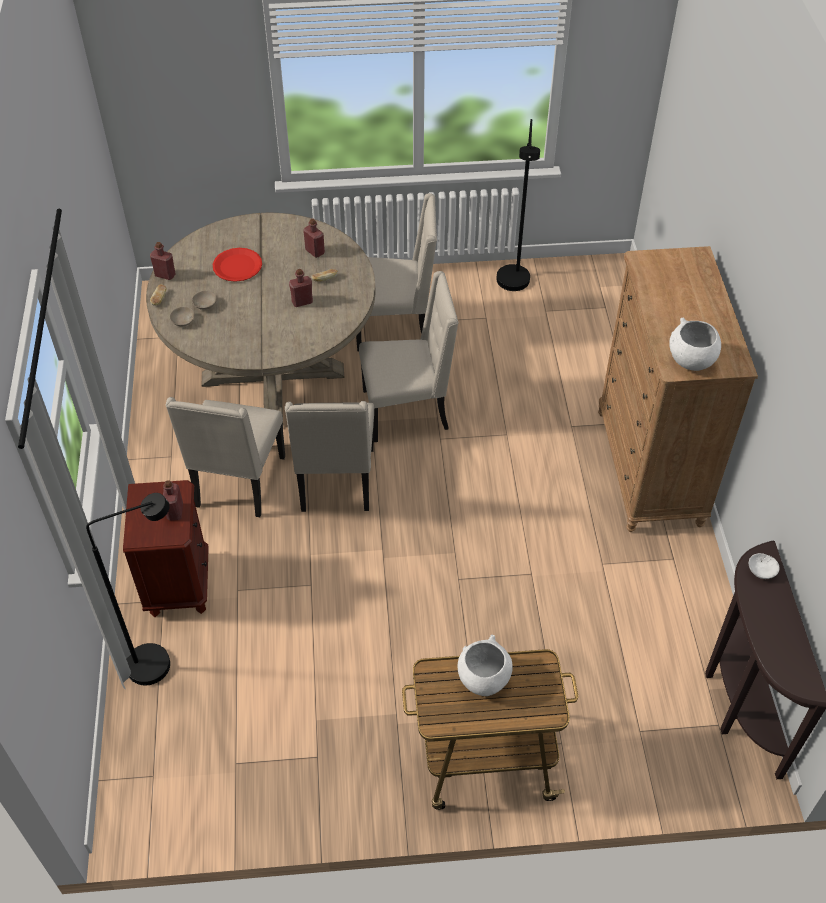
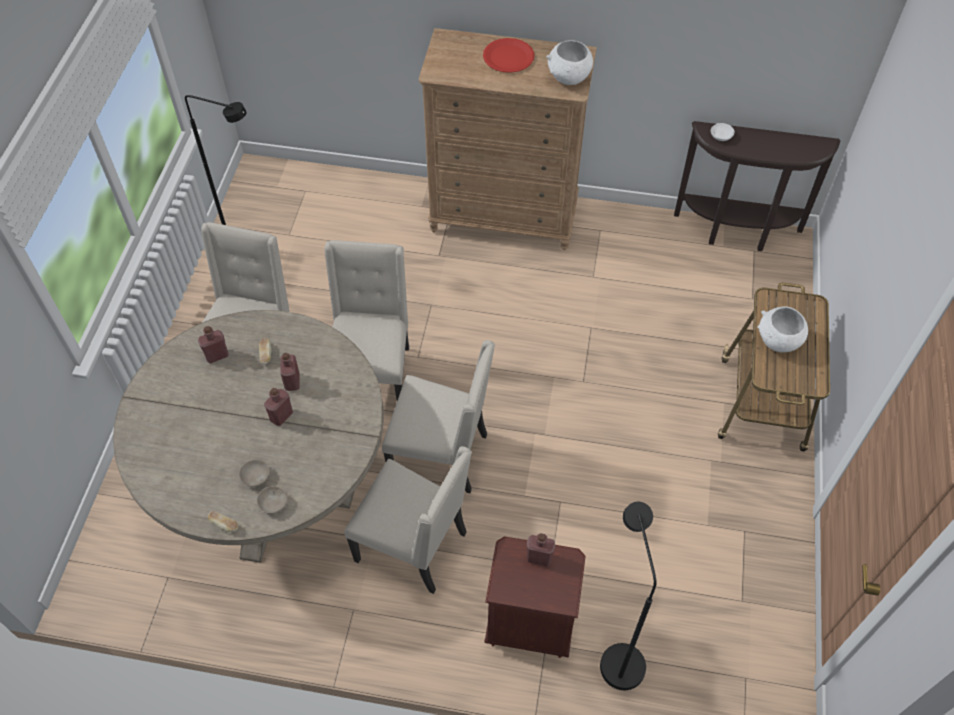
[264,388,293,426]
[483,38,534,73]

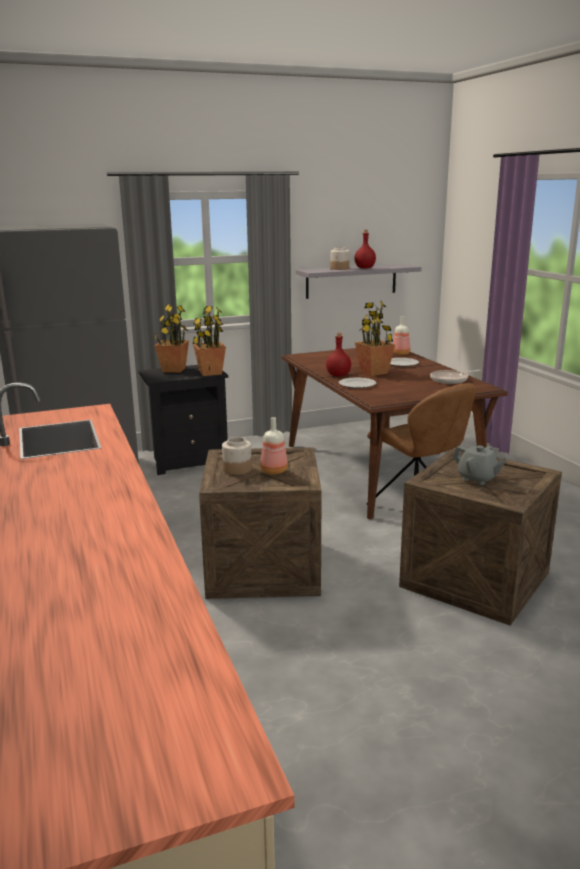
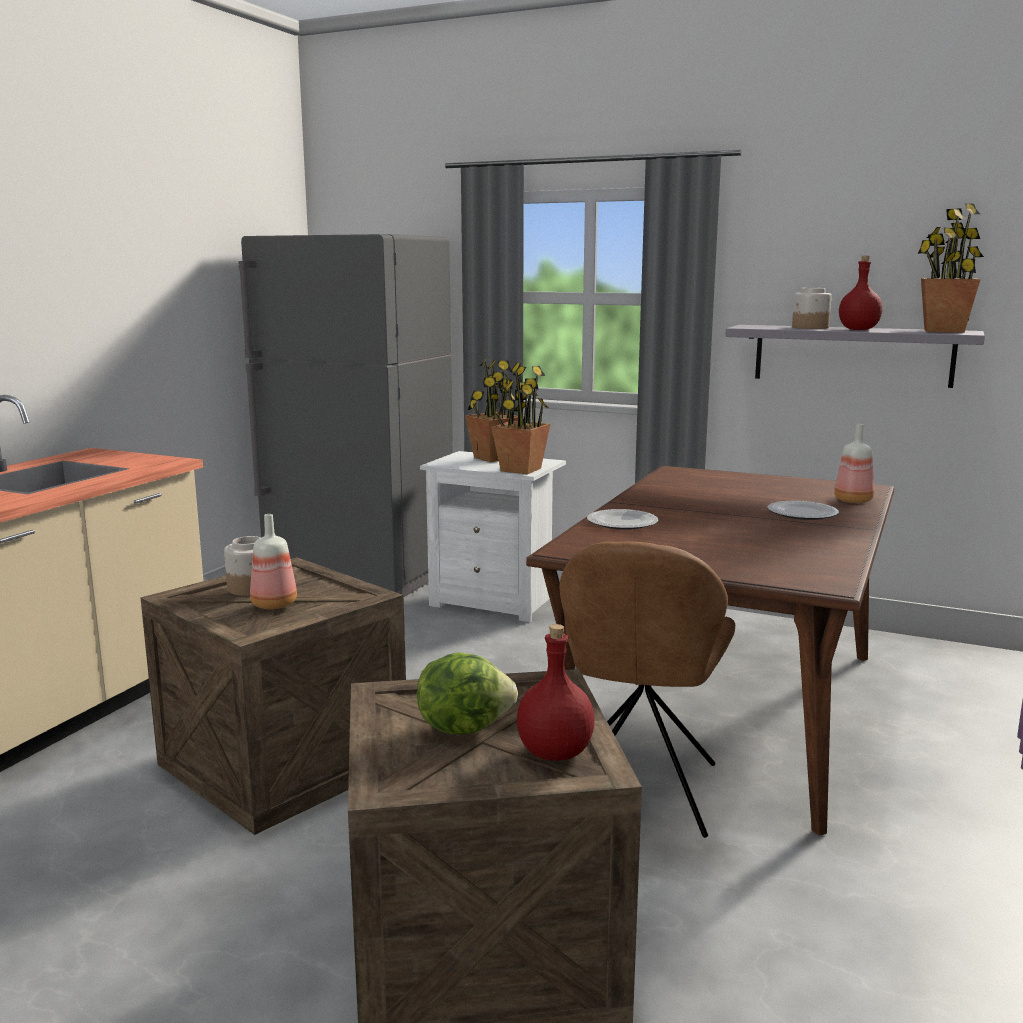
[430,370,481,384] (first image)
[517,624,594,761]
[918,203,984,333]
[417,652,518,734]
[420,451,566,622]

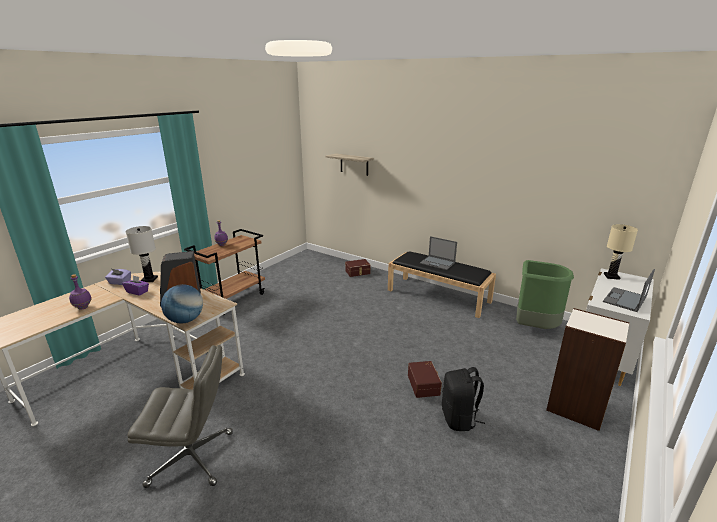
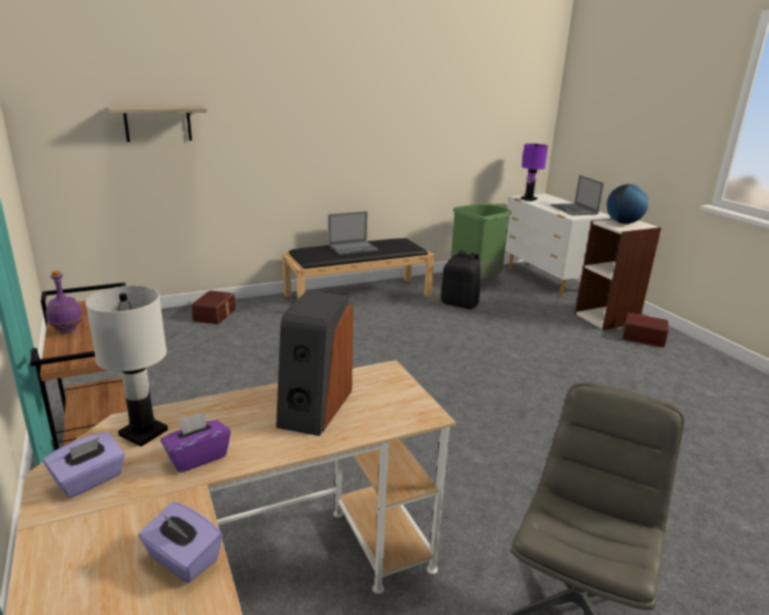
[606,184,649,224]
[622,313,669,347]
[441,251,481,309]
[138,502,222,583]
[521,144,548,201]

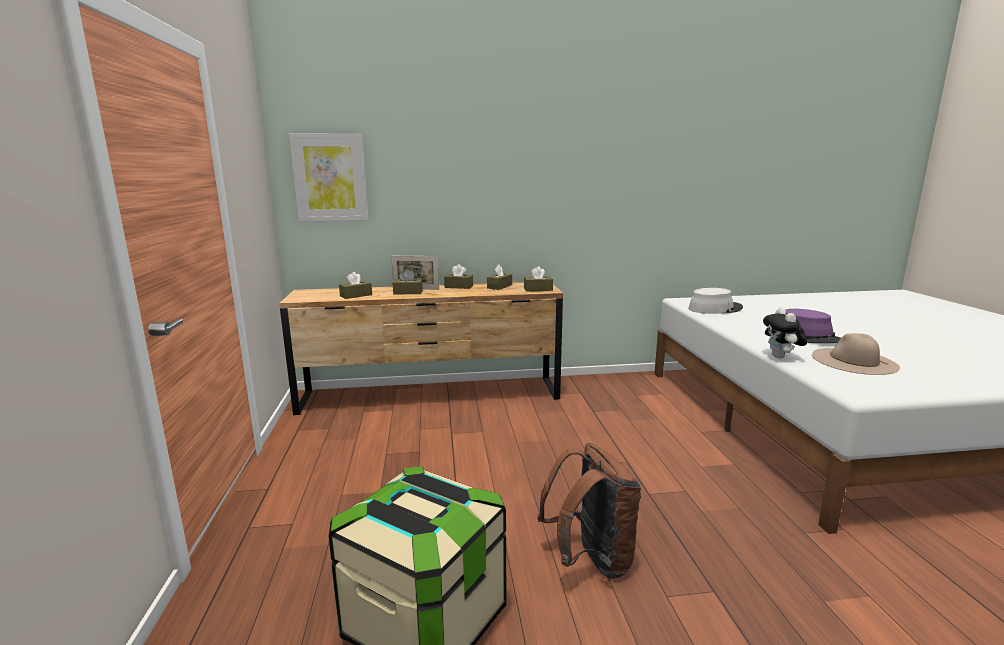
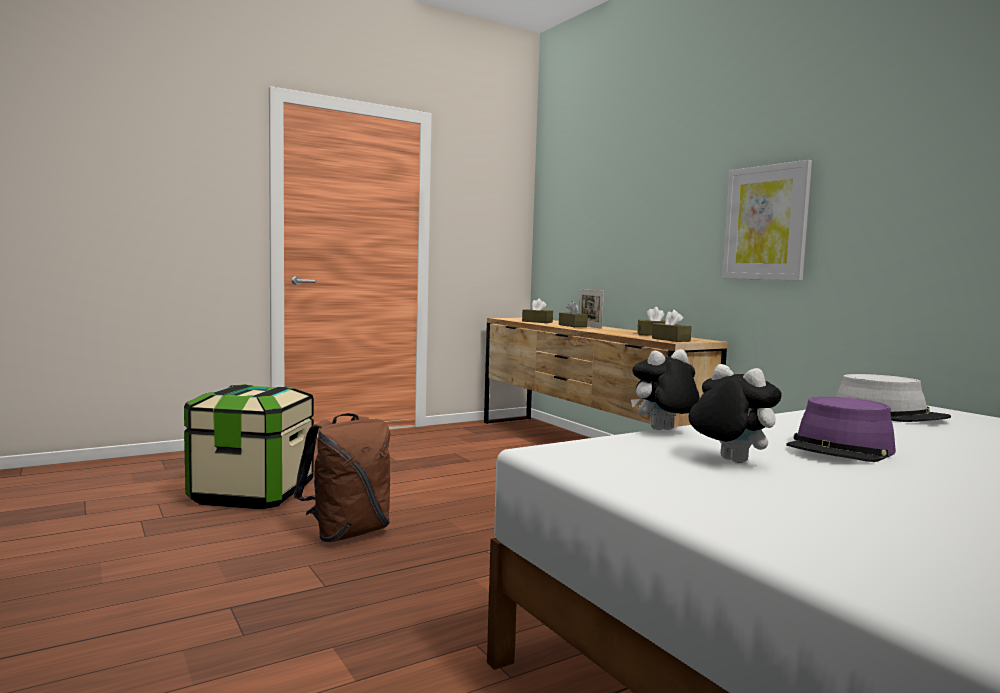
[444,264,473,289] (first image)
[722,160,812,281]
[688,364,782,463]

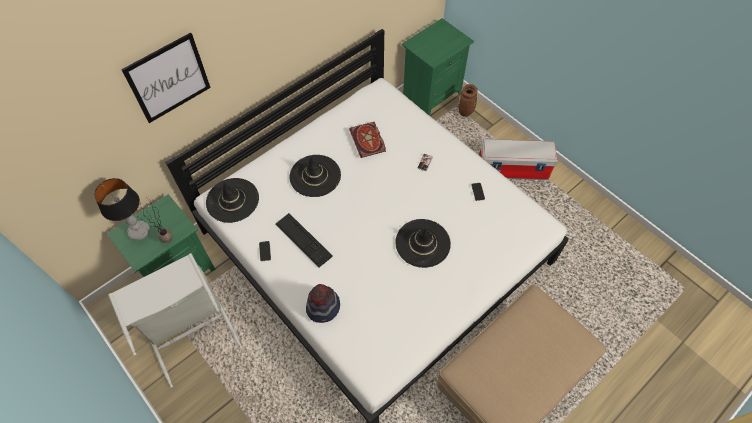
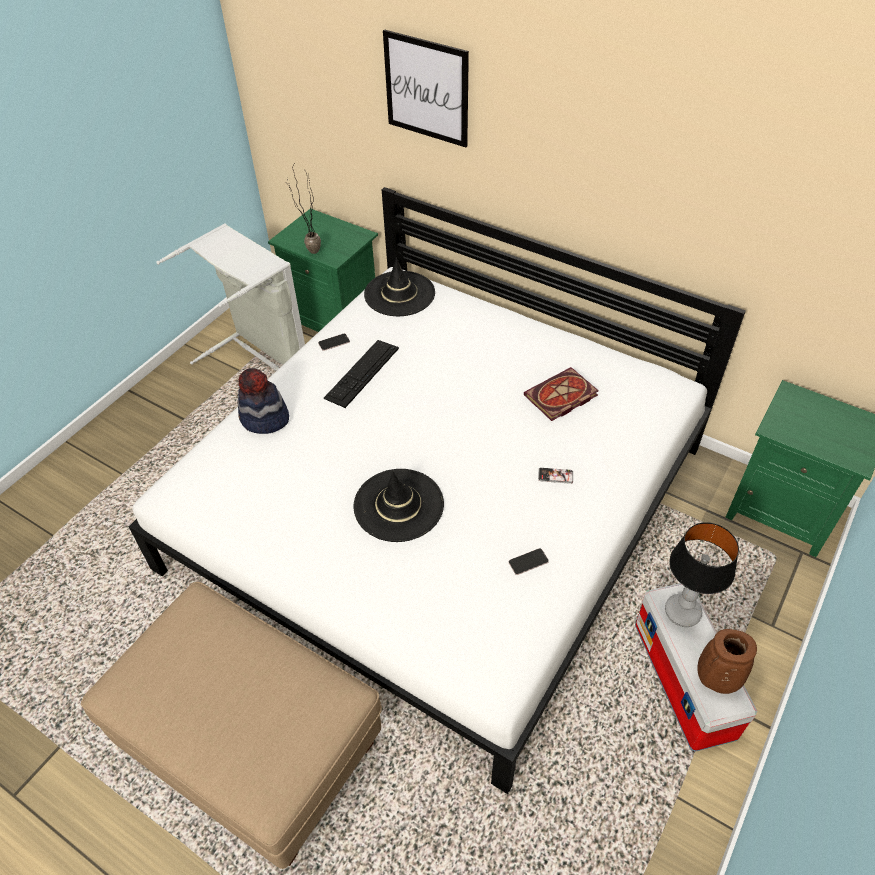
[290,155,341,197] (first image)
[665,522,739,627]
[698,629,757,694]

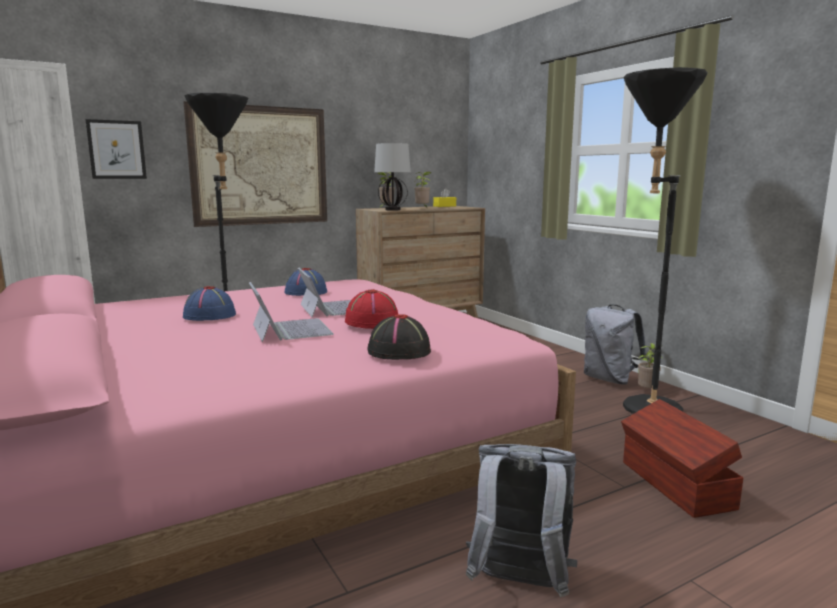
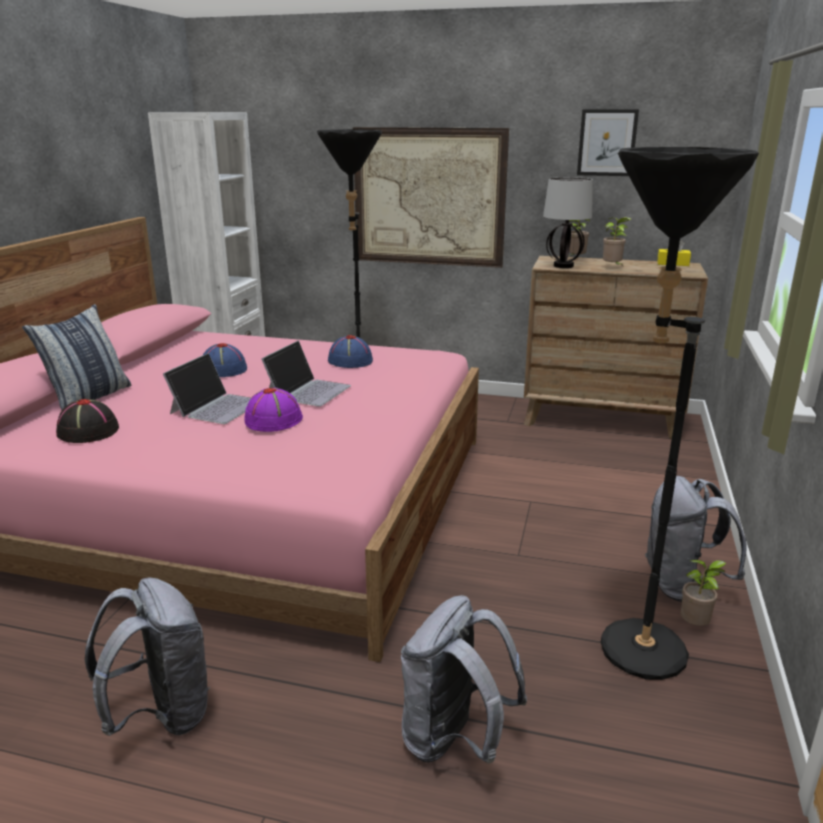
[22,304,131,410]
[577,109,639,176]
[56,399,119,443]
[401,595,527,763]
[244,388,303,432]

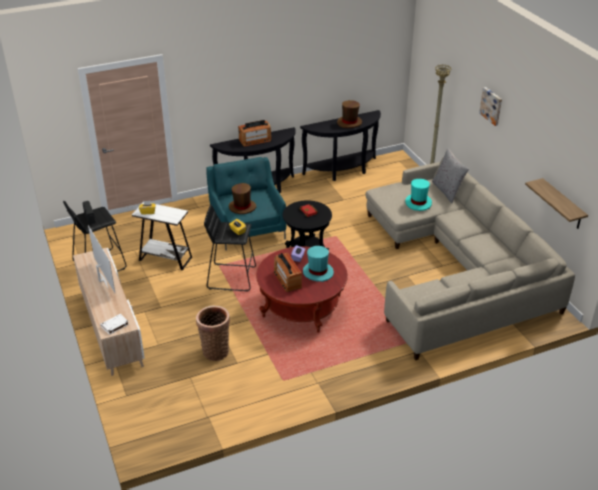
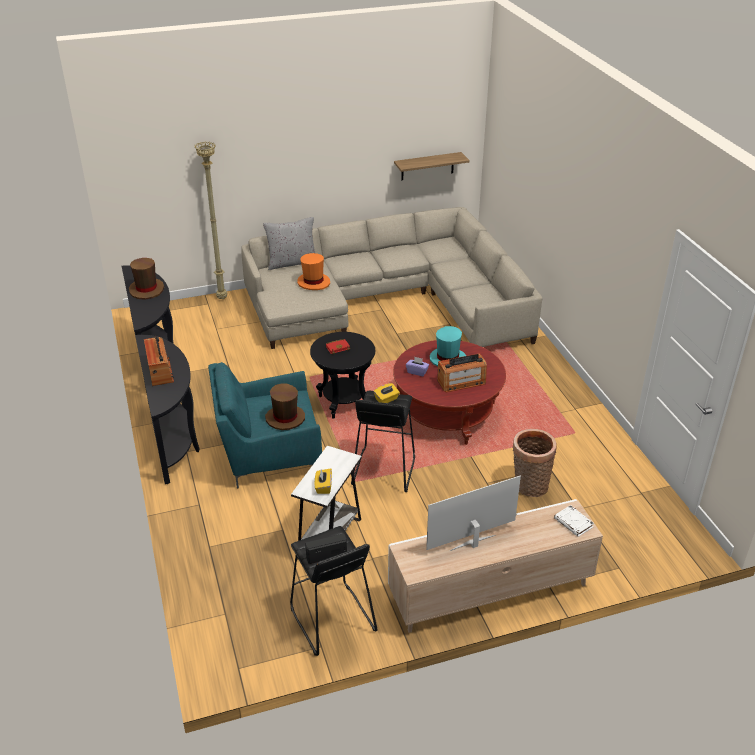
[479,87,502,126] (first image)
[297,253,330,290]

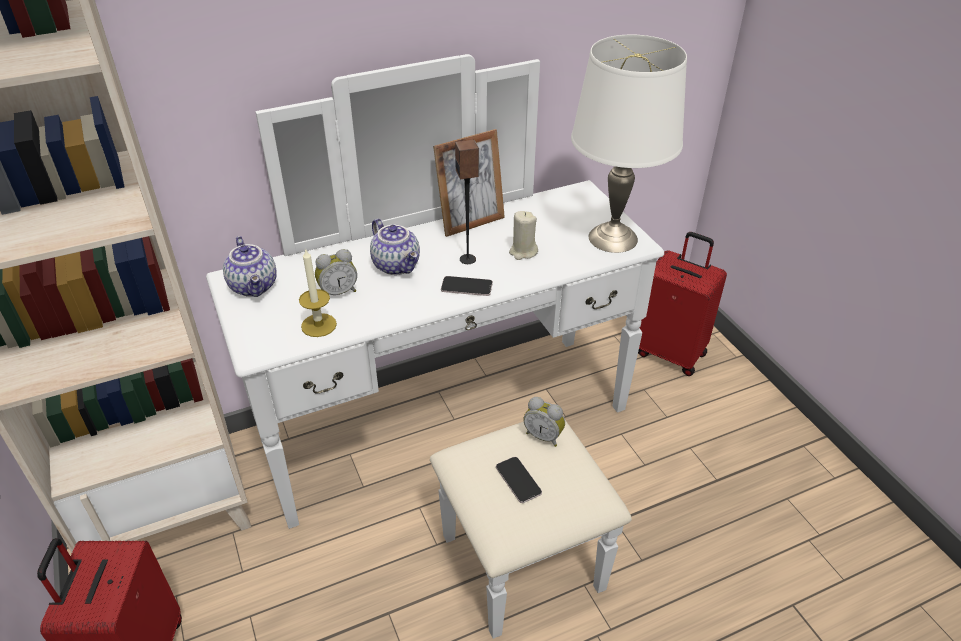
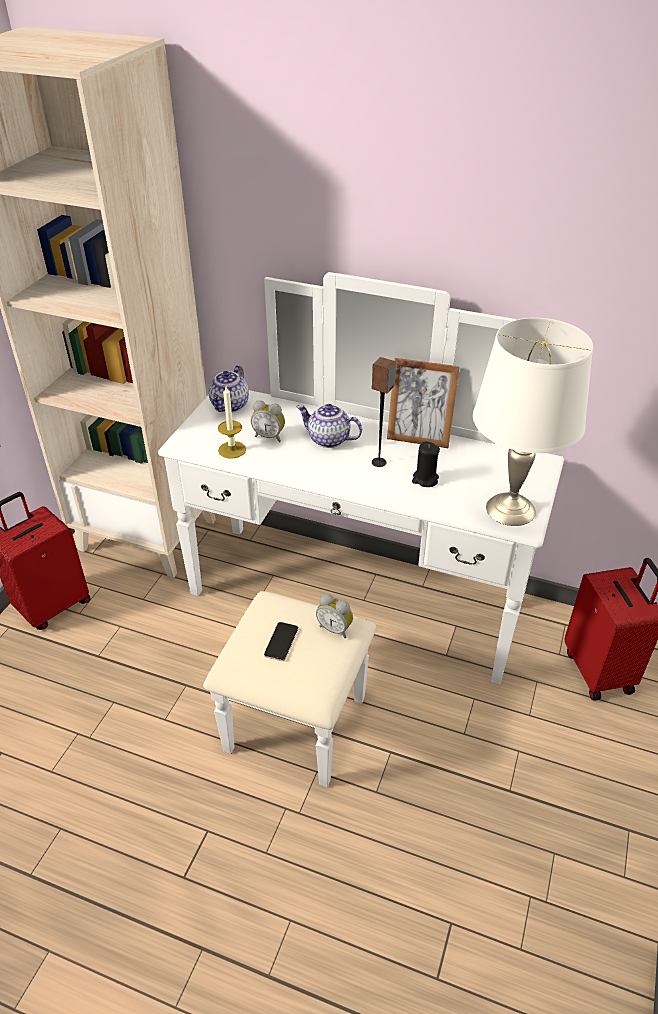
[441,276,493,296] (first image)
[412,441,440,487]
[297,404,362,448]
[316,593,353,638]

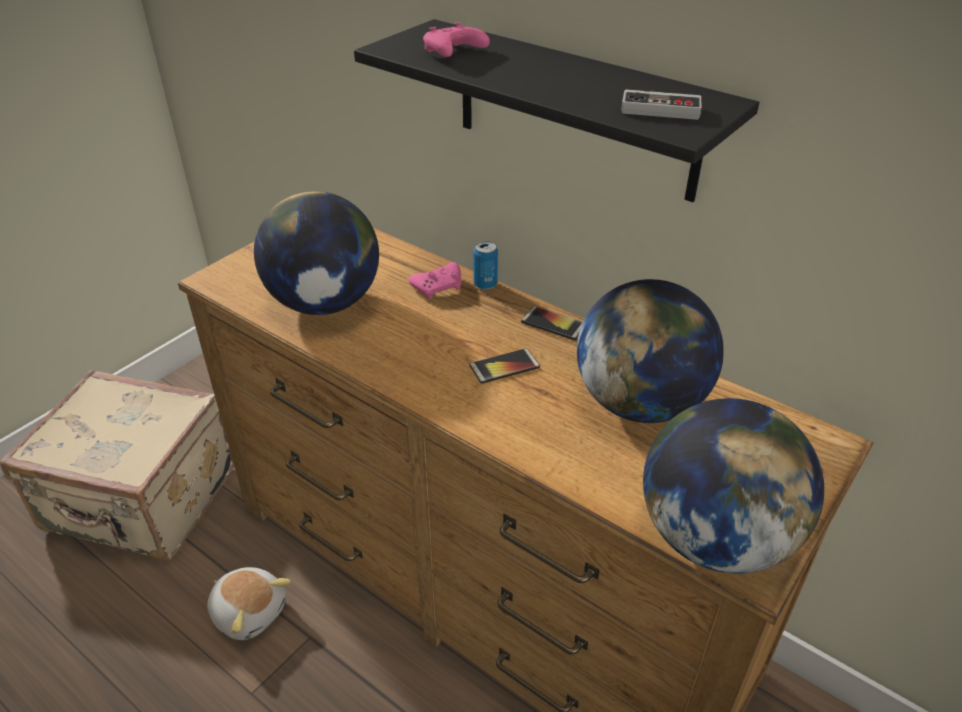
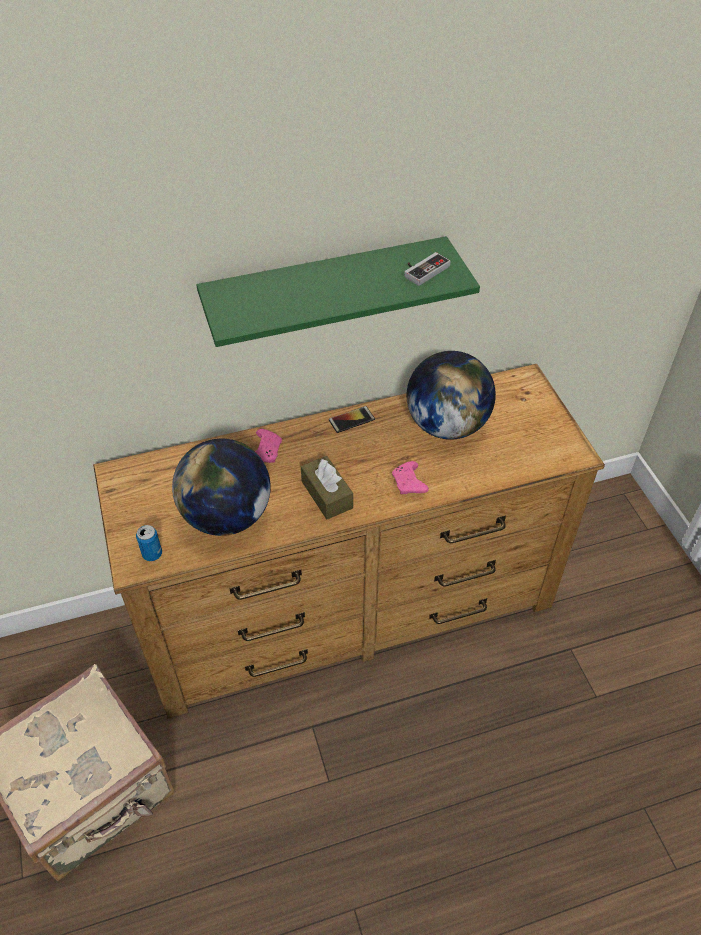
[207,567,291,640] (first image)
[469,348,540,384] (first image)
[643,398,824,574] (first image)
[301,456,353,520]
[392,461,429,494]
[136,525,162,561]
[196,236,480,347]

